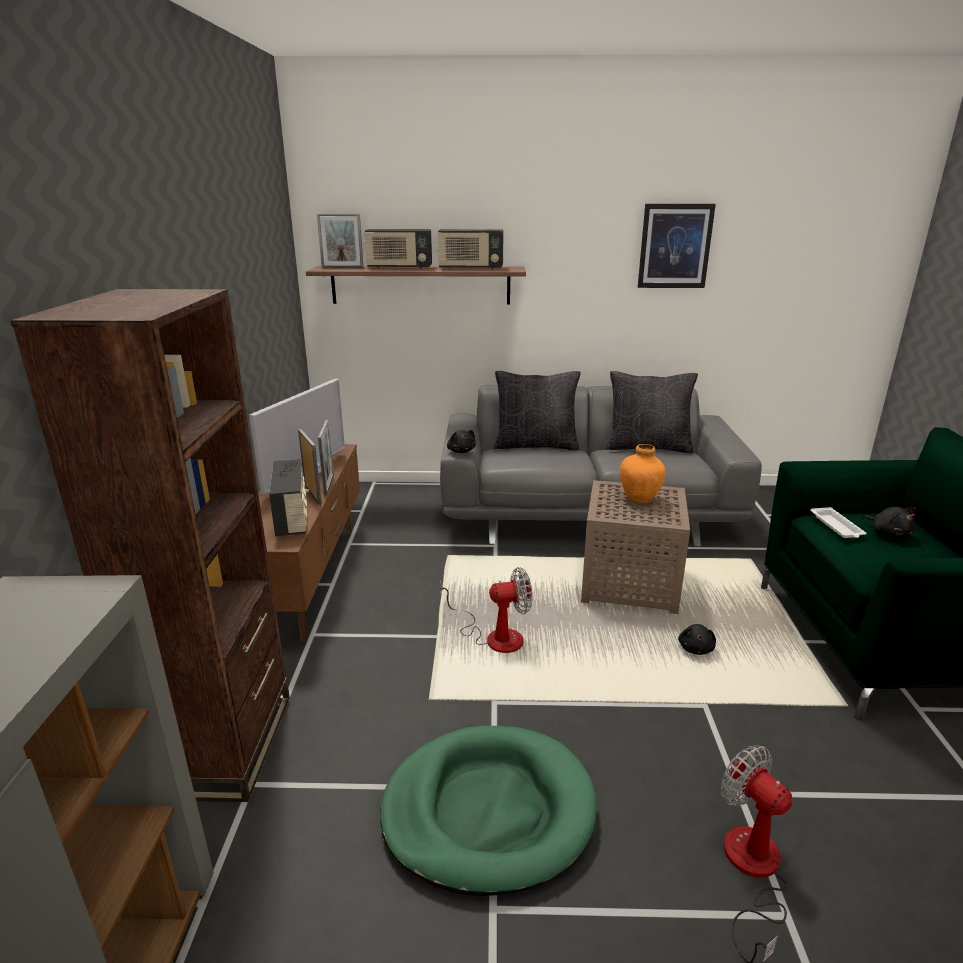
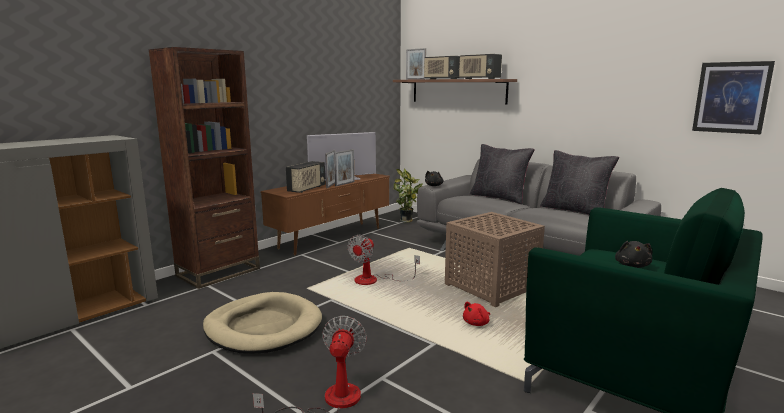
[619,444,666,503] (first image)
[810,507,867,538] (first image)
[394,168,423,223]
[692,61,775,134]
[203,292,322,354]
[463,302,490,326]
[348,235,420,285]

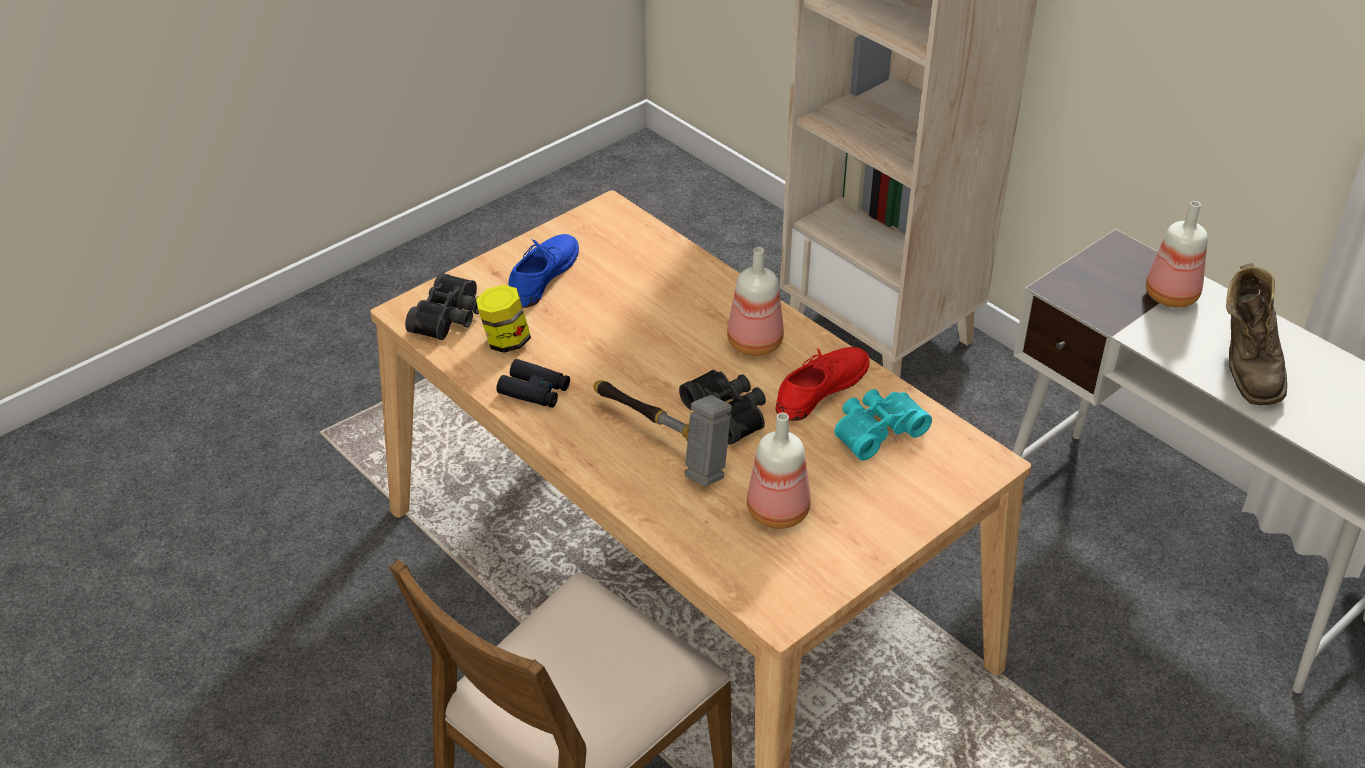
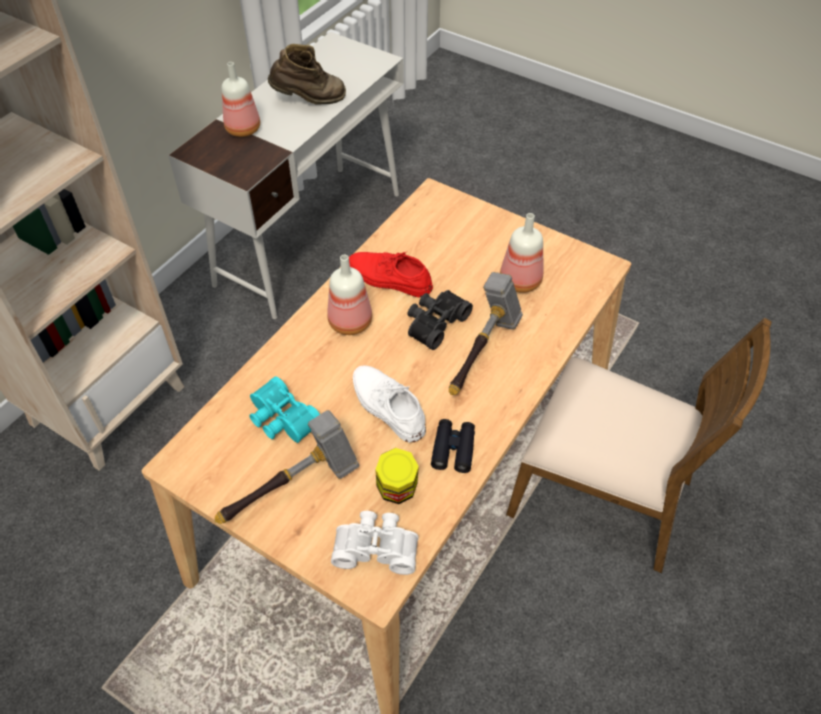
[353,366,426,442]
[249,376,320,443]
[214,410,359,524]
[331,511,419,575]

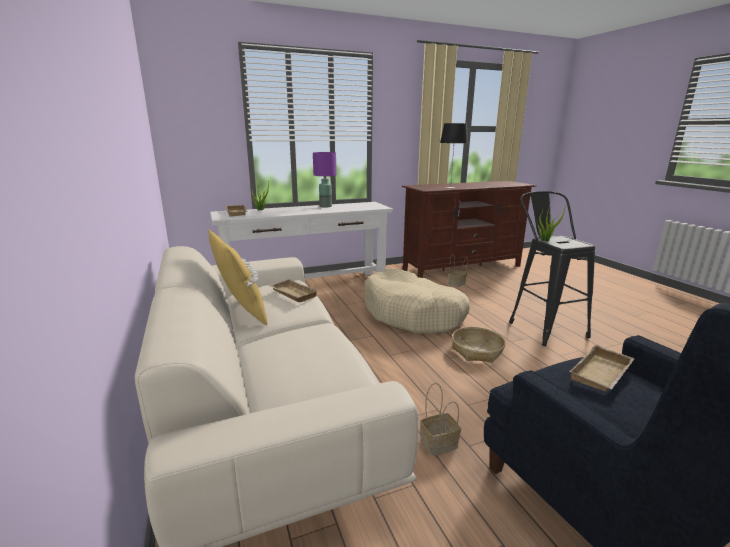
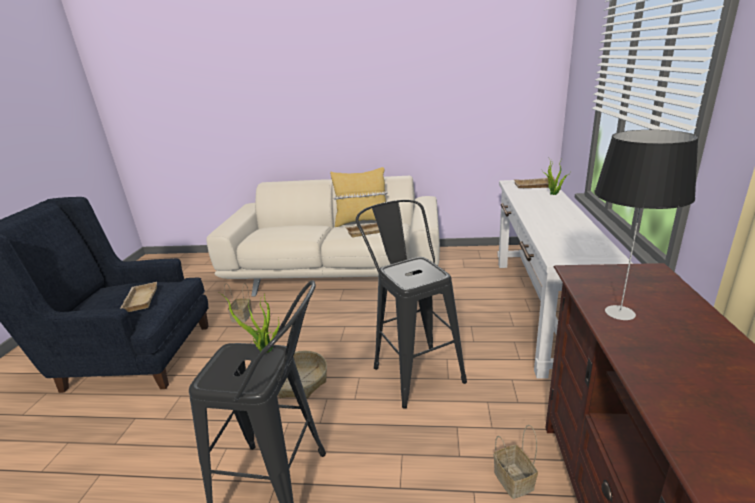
[313,152,336,208] (first image)
[356,200,467,409]

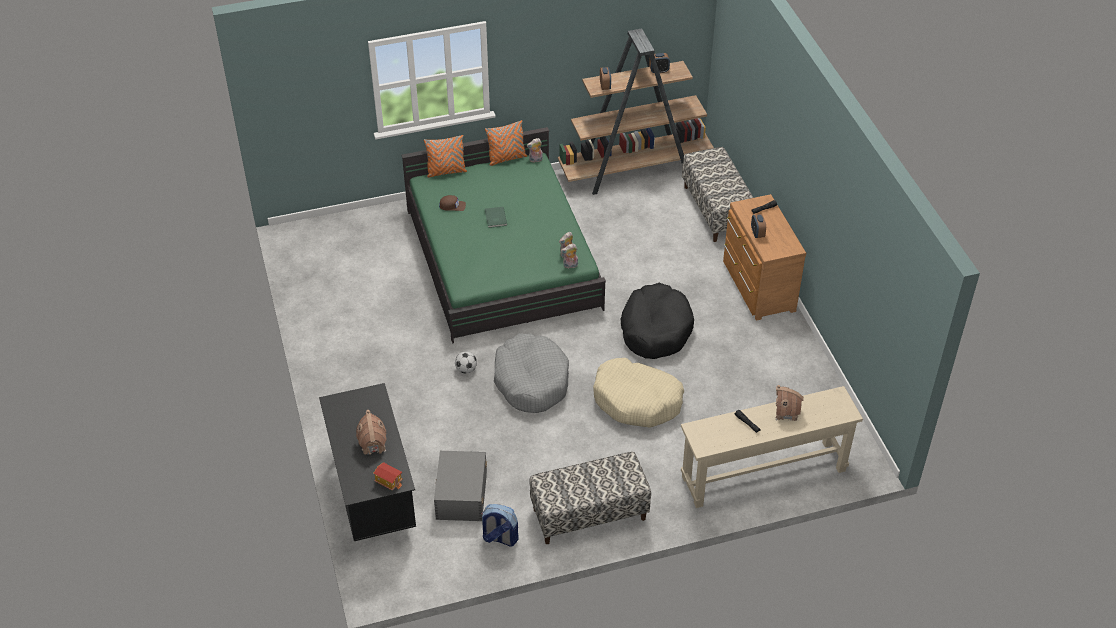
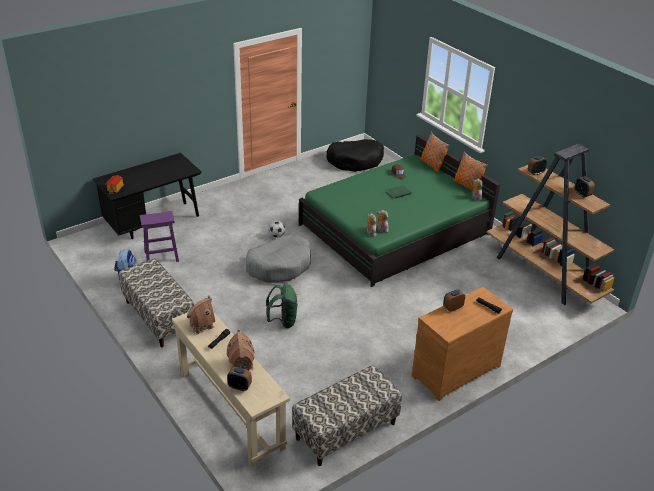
[227,367,252,391]
[187,295,215,334]
[326,139,384,172]
[292,365,402,466]
[140,211,179,262]
[266,284,297,328]

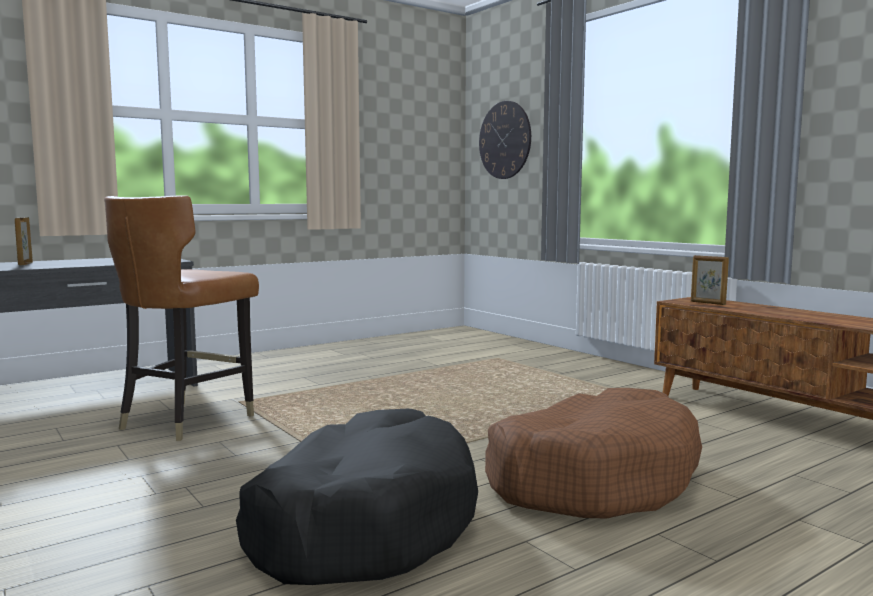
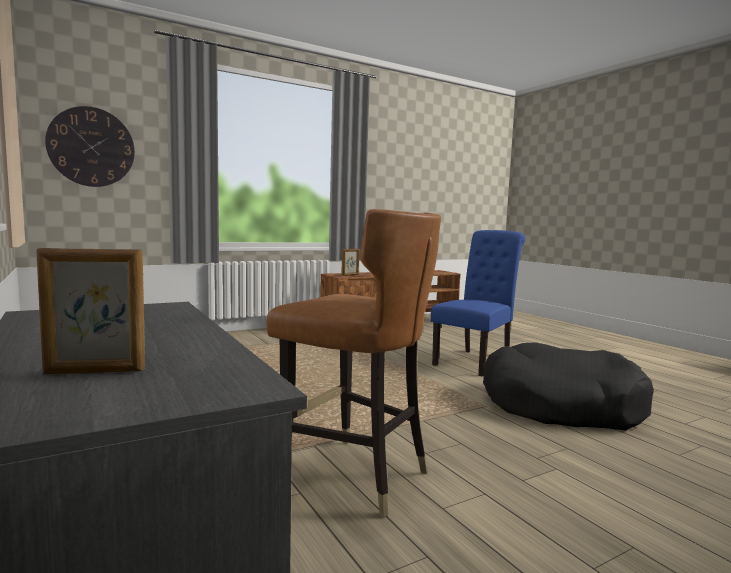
[431,230,525,377]

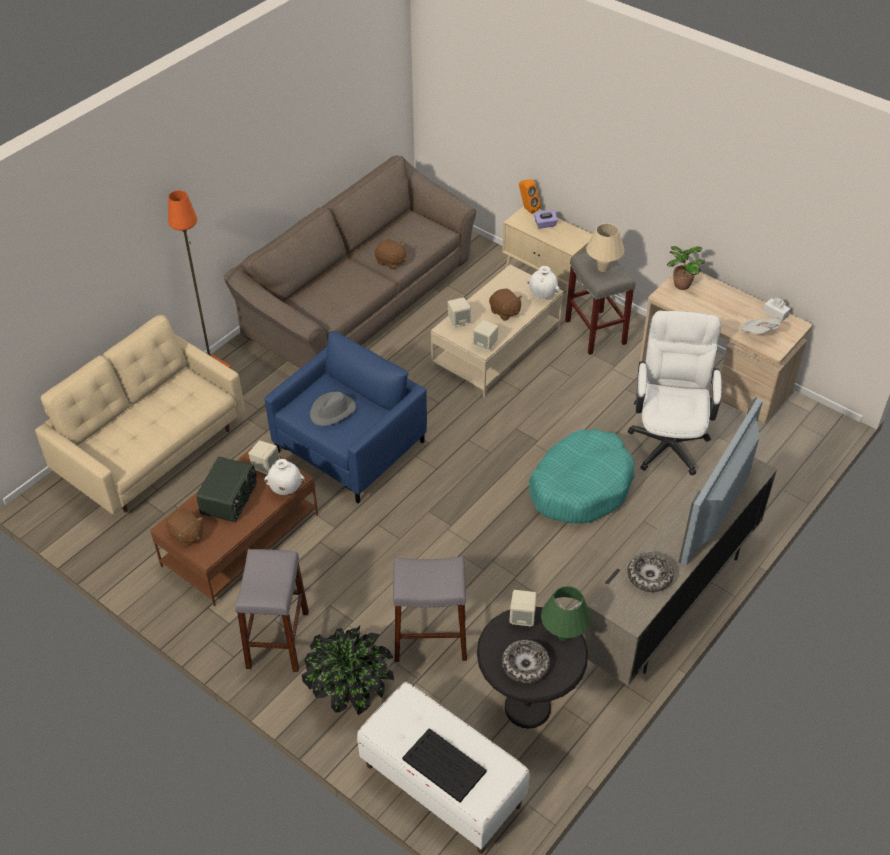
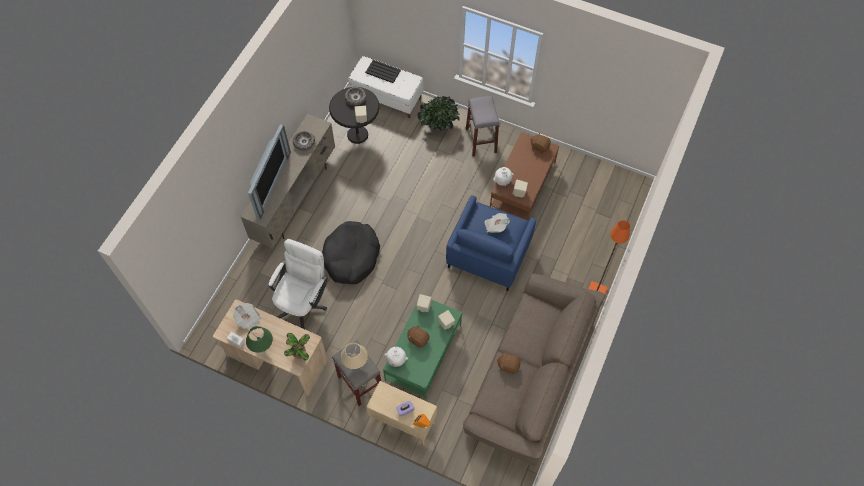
[35,315,245,514] (first image)
[196,457,257,523] (first image)
[393,557,467,662] (first image)
[246,326,273,353]
[484,213,510,233]
[383,300,462,399]
[322,221,380,284]
[269,239,328,329]

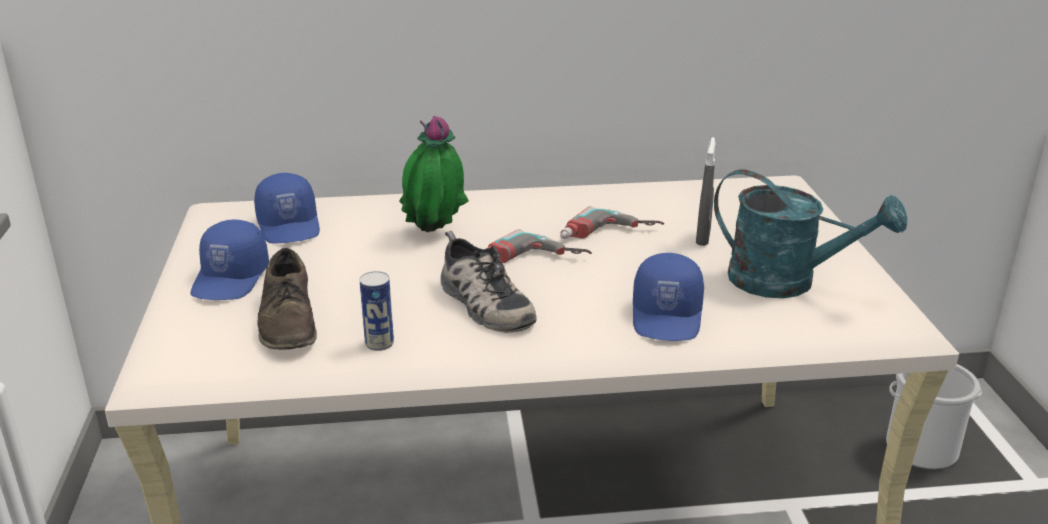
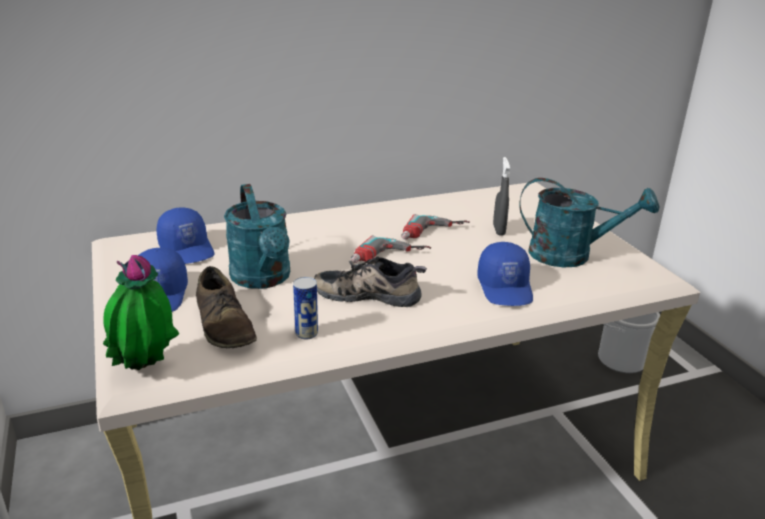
[224,184,290,289]
[103,255,180,370]
[314,257,427,307]

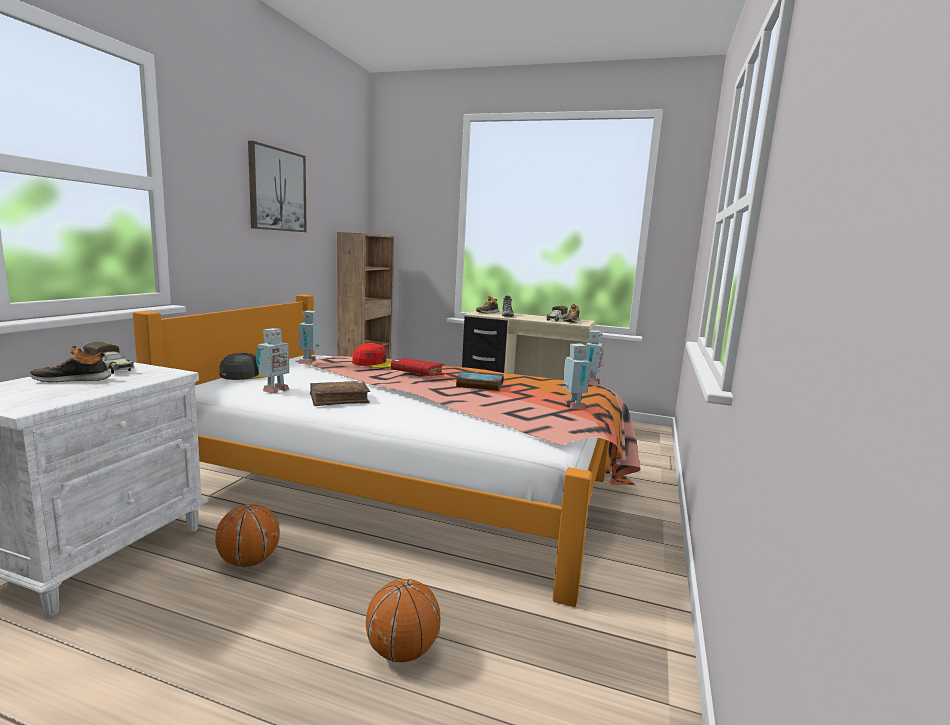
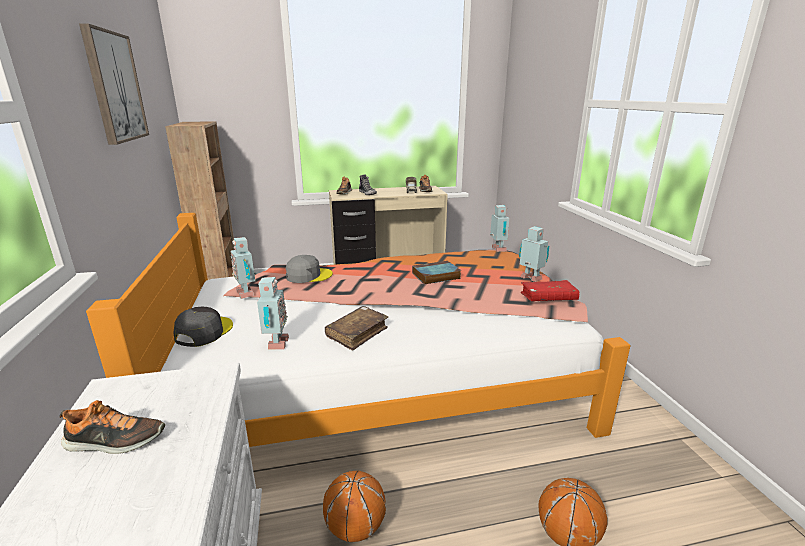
[83,342,135,374] (first image)
[520,280,579,301]
[285,255,333,283]
[59,400,165,454]

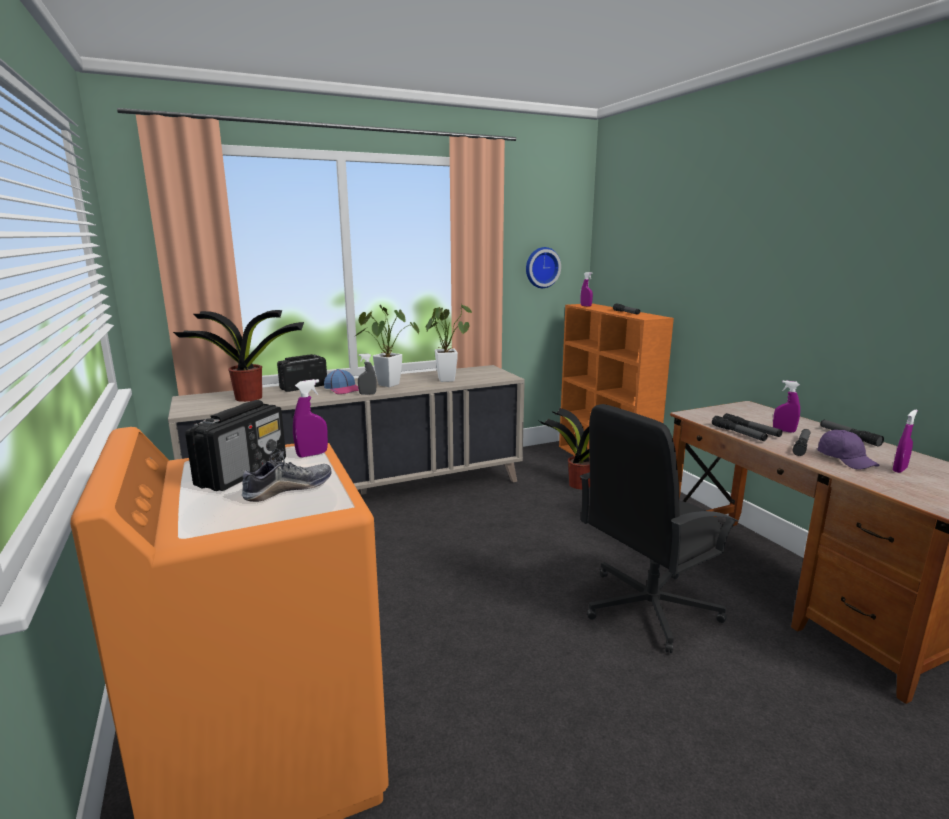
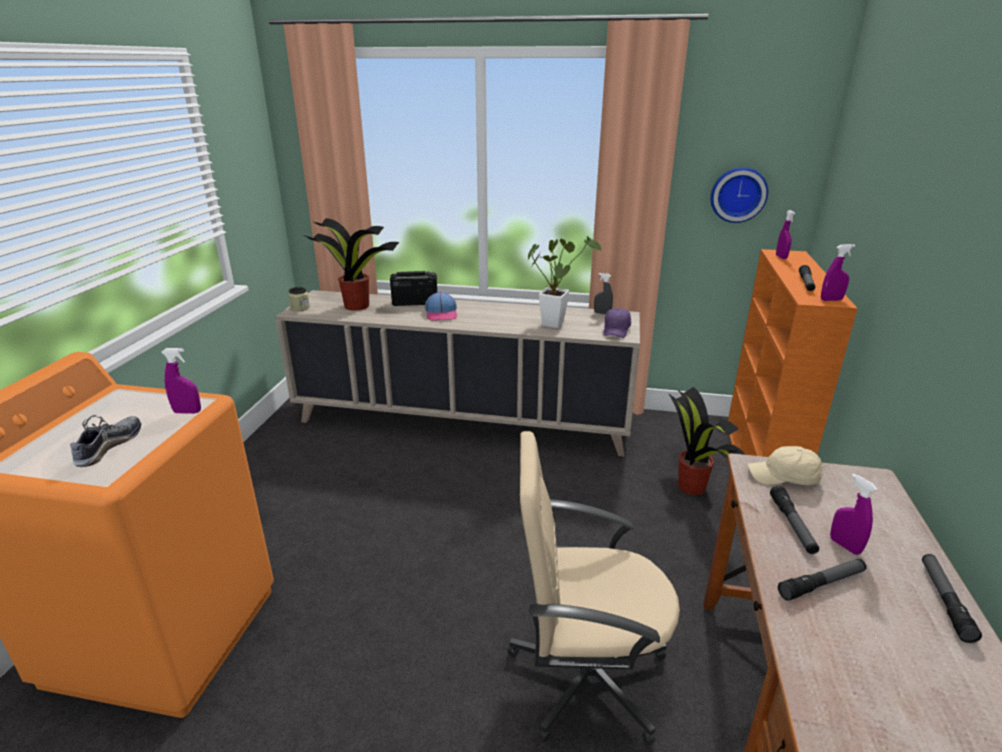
[185,400,286,491] (first image)
[356,305,419,387] (first image)
[712,416,768,441] (first image)
[288,287,310,311]
[748,446,823,485]
[594,273,613,314]
[604,308,631,338]
[821,244,855,301]
[507,431,680,745]
[70,415,141,467]

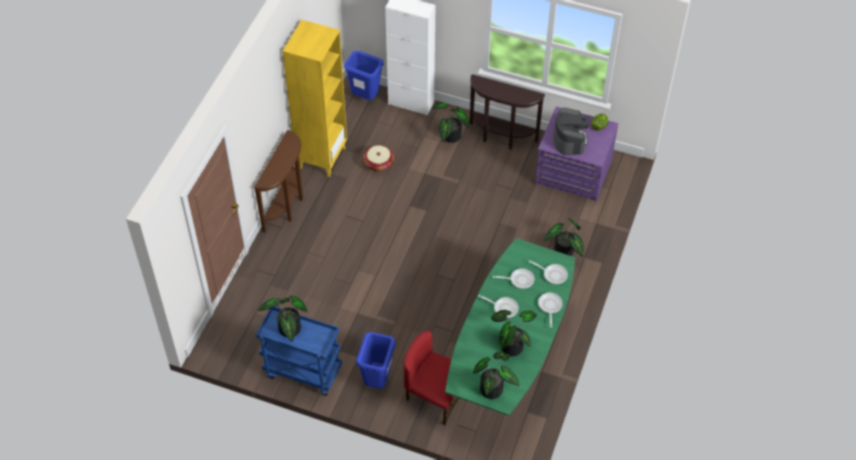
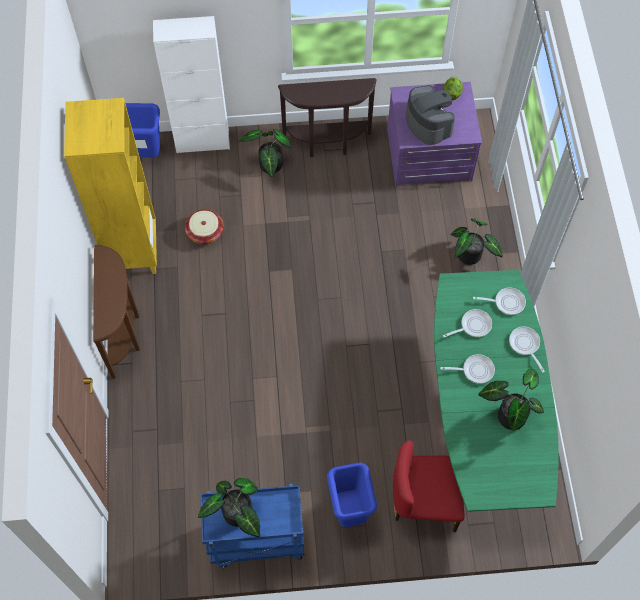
[473,352,519,399] (first image)

